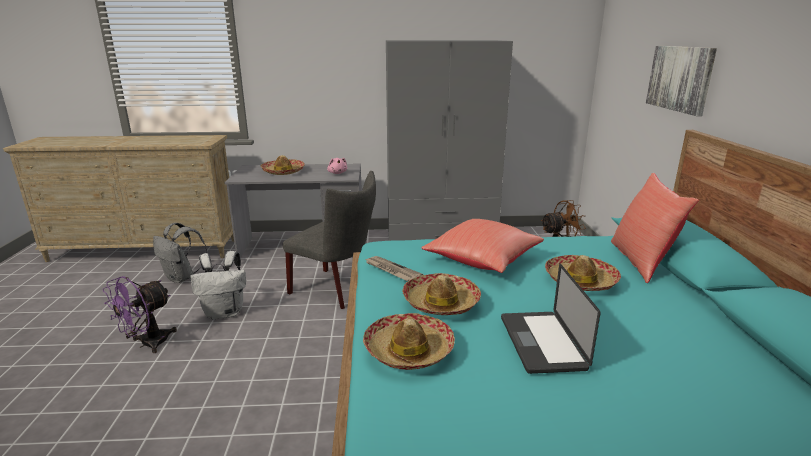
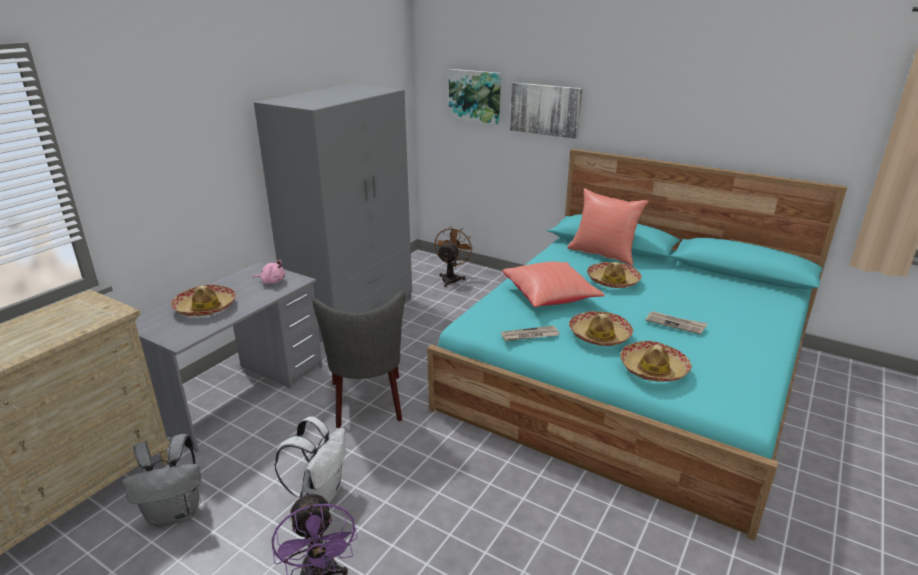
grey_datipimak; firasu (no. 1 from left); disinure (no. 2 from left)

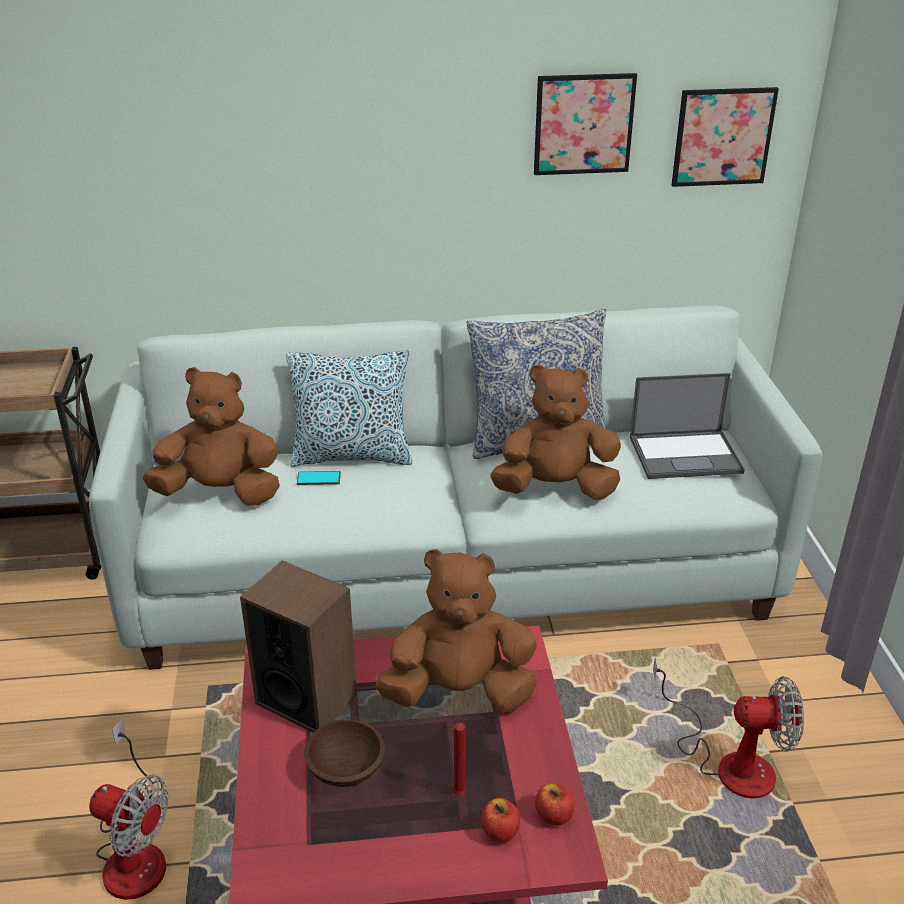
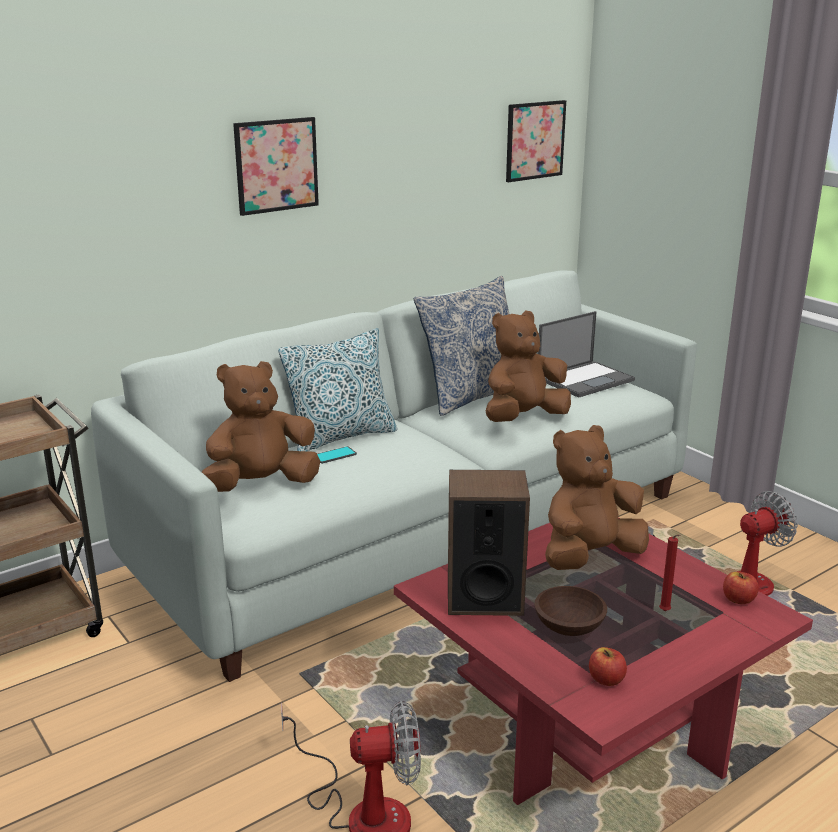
firasu (no. 1 from left); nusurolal (no. 1 from left)

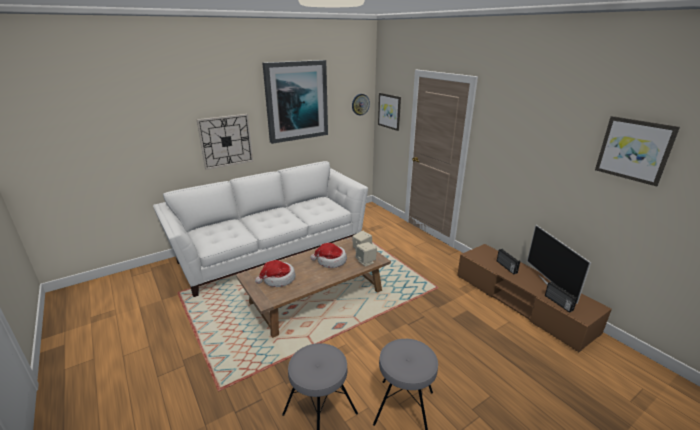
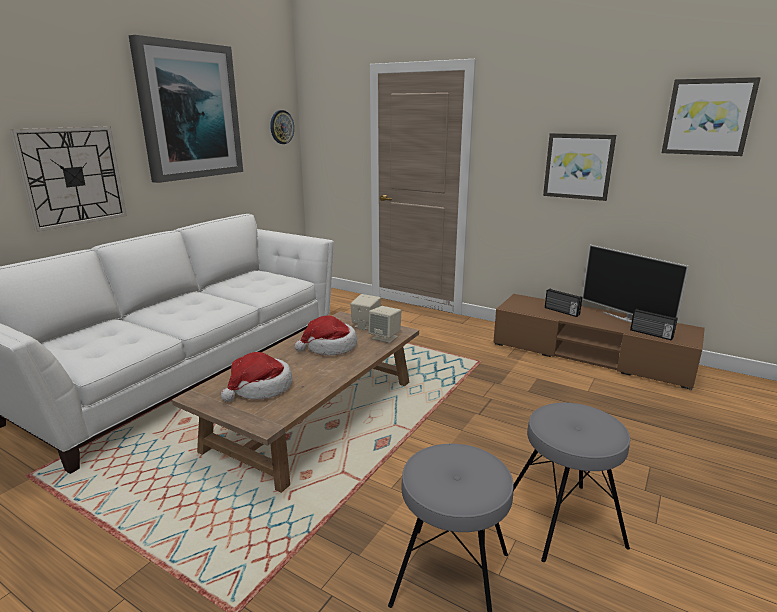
firasu (no. 2 from left)

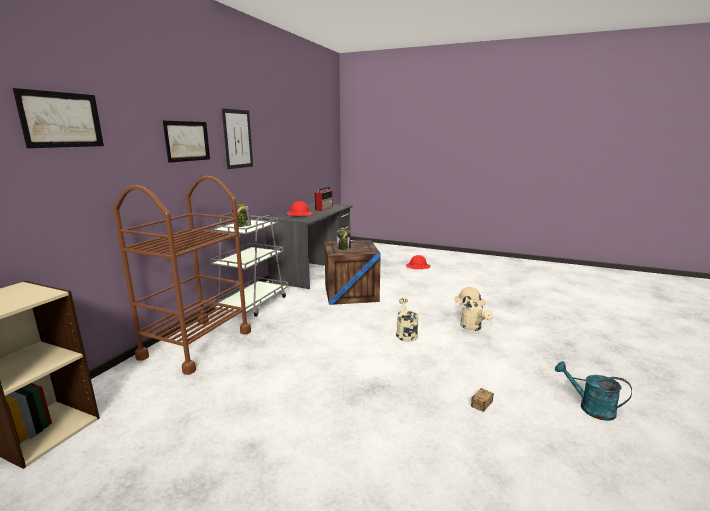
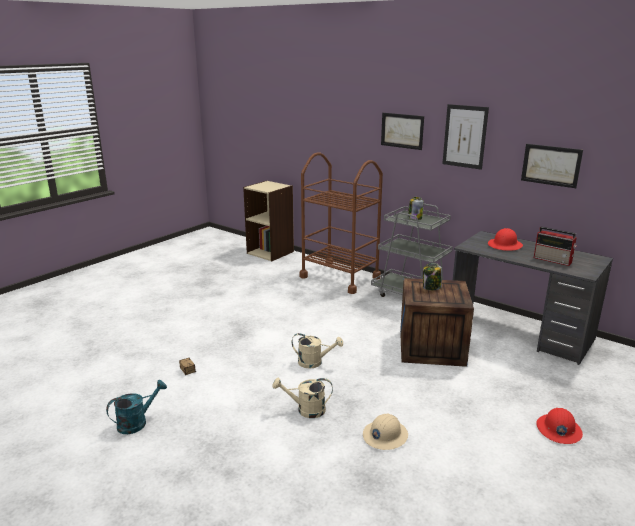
firasu (no. 3 from left)

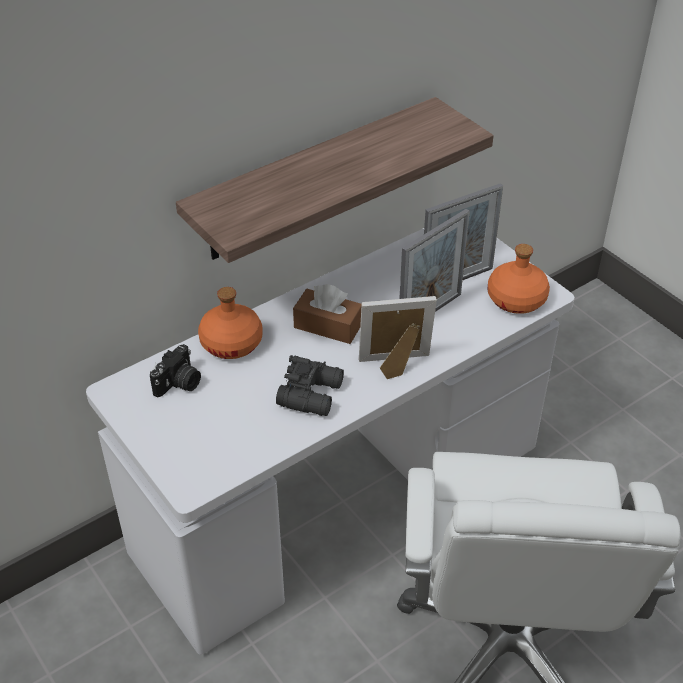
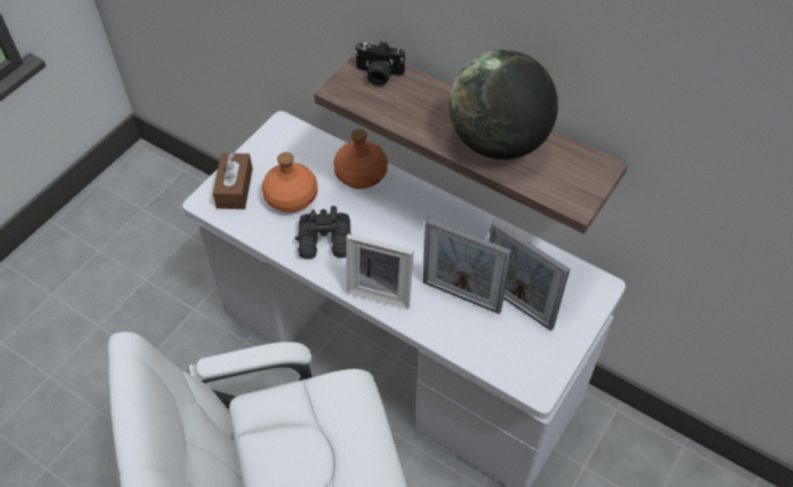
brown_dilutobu; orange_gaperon (no. 1 from left); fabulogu (no. 1 from left); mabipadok; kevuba

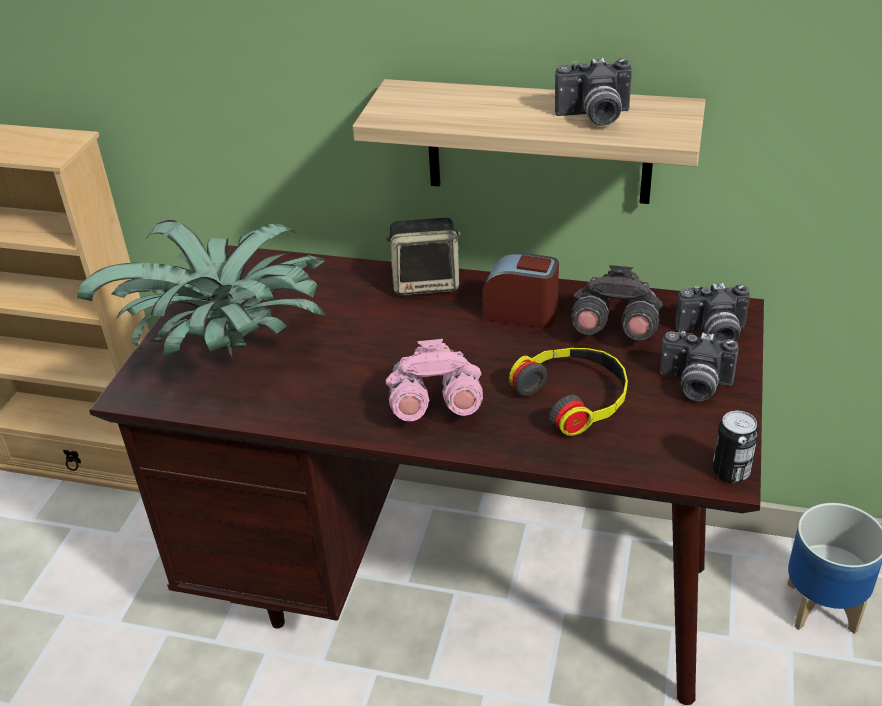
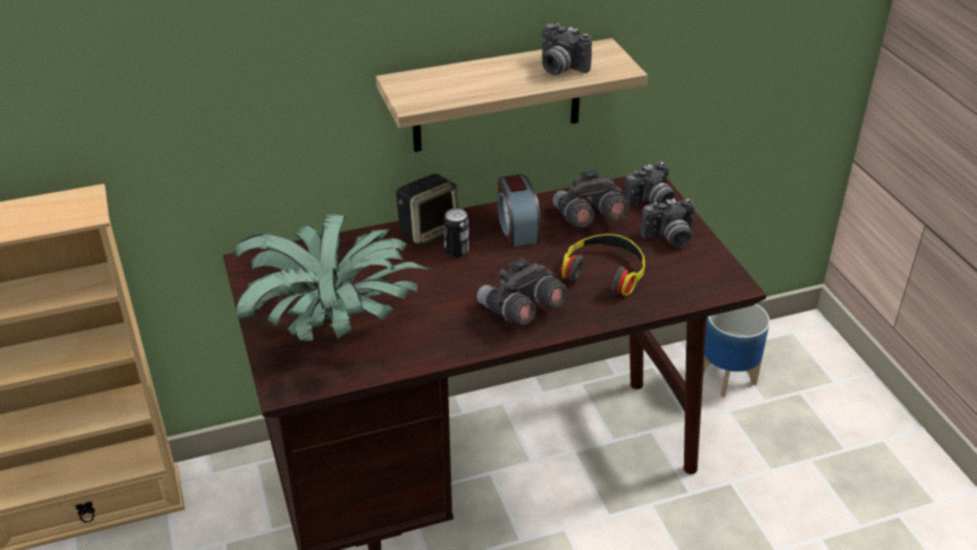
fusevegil; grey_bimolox (no. 1 from left); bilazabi; mabipadok (no. 1 from left)

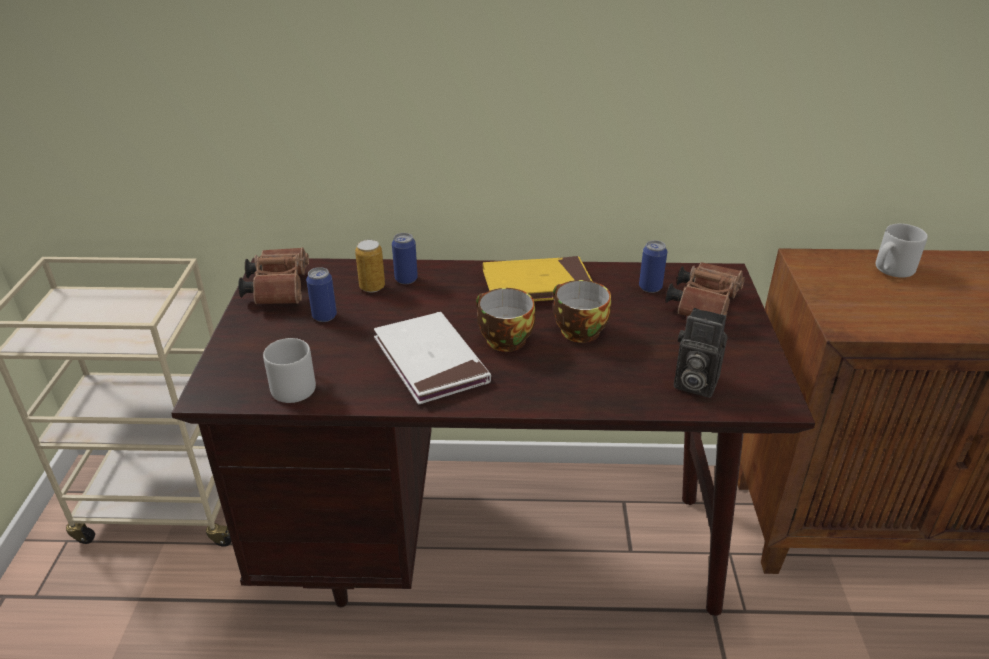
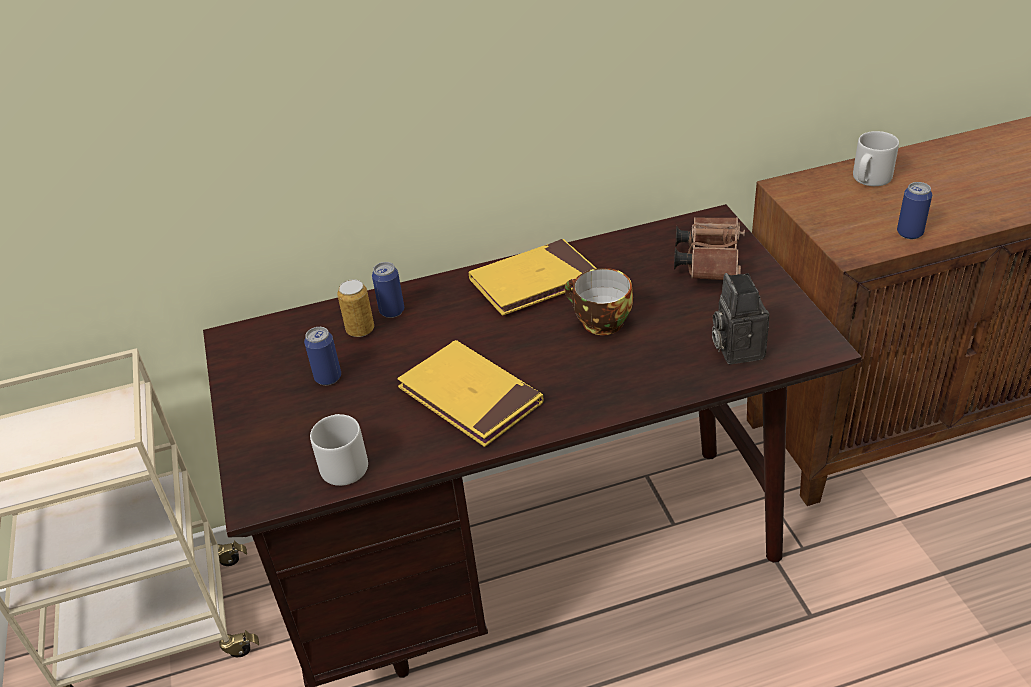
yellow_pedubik (no. 1 from left); mabipadok; fusevegil (no. 4 from left); brown_bimolox (no. 1 from left in the first image); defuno (no. 1 from left in the first image)

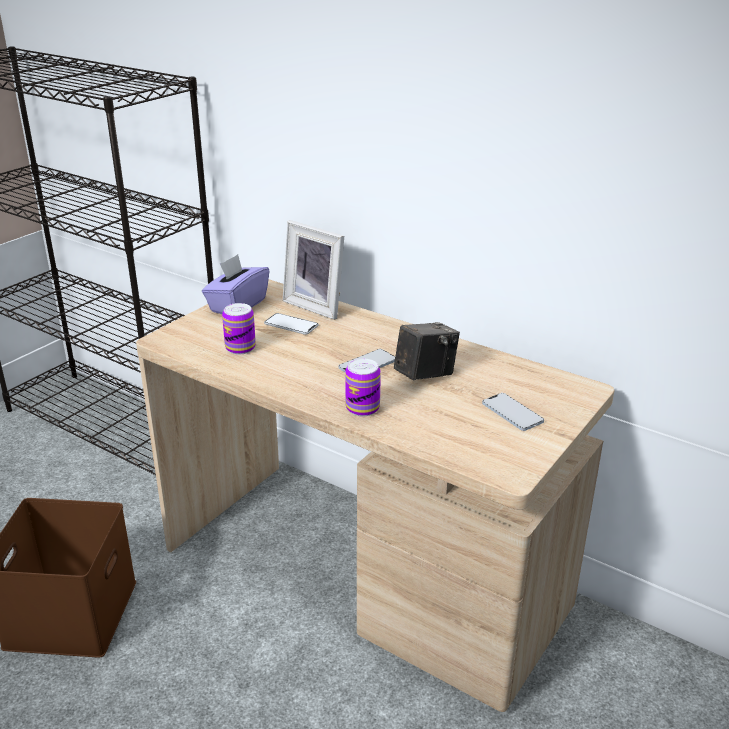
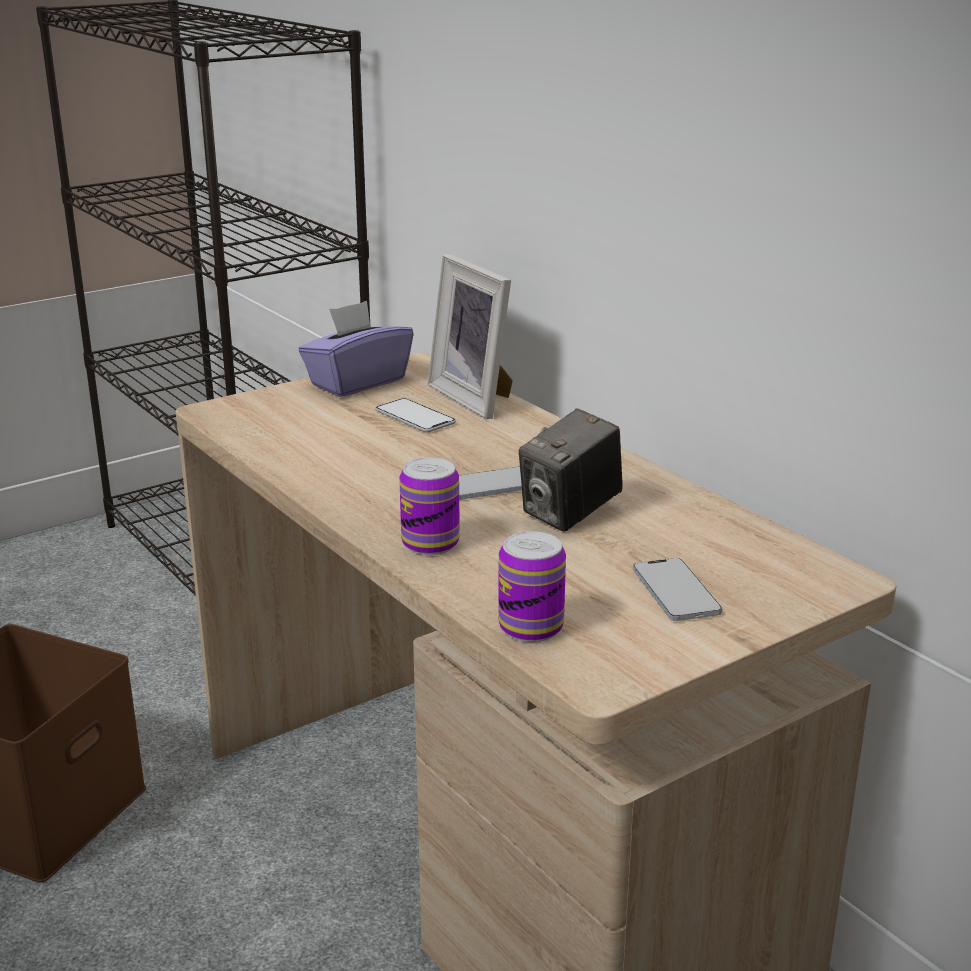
fusevegil (no. 2 from left); mabipadok

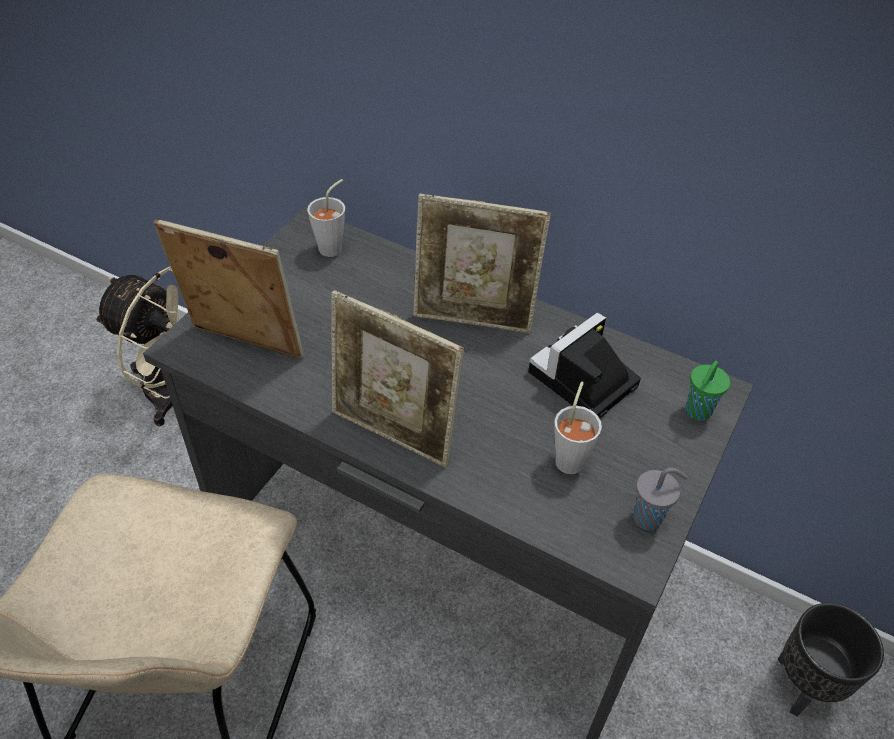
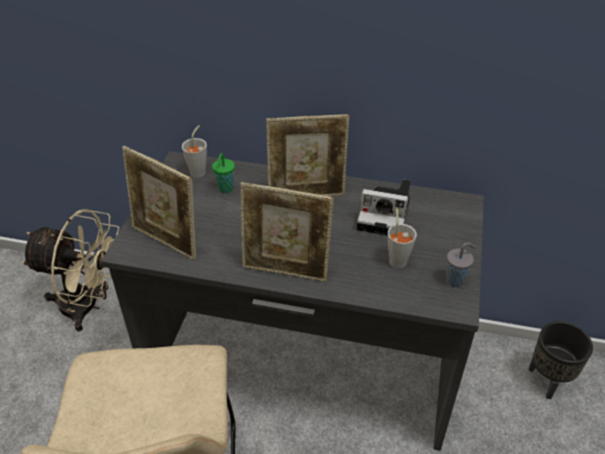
fabulogu (no. 1 from left); green_defuno; mabipadok

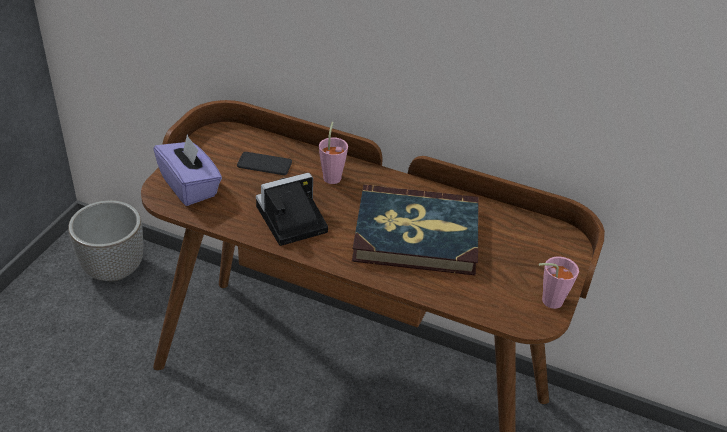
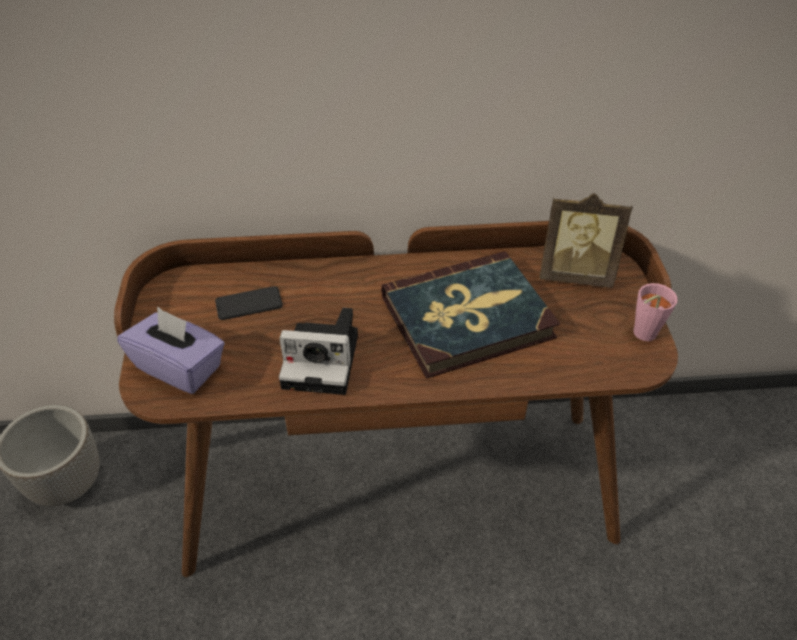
mabipadok; fabulogu; pink_defuno (no. 1 from left in the first image)

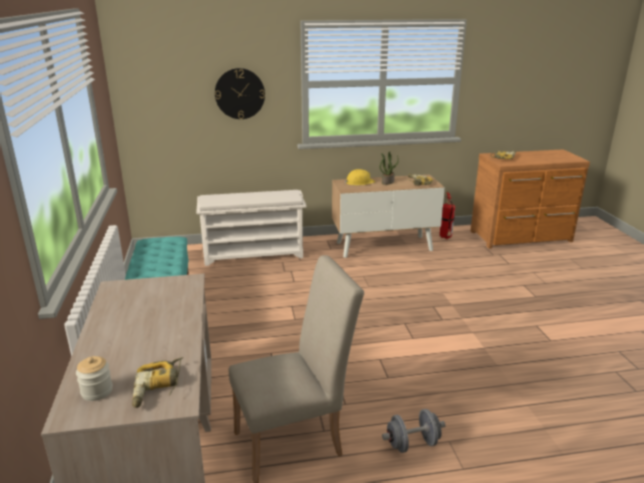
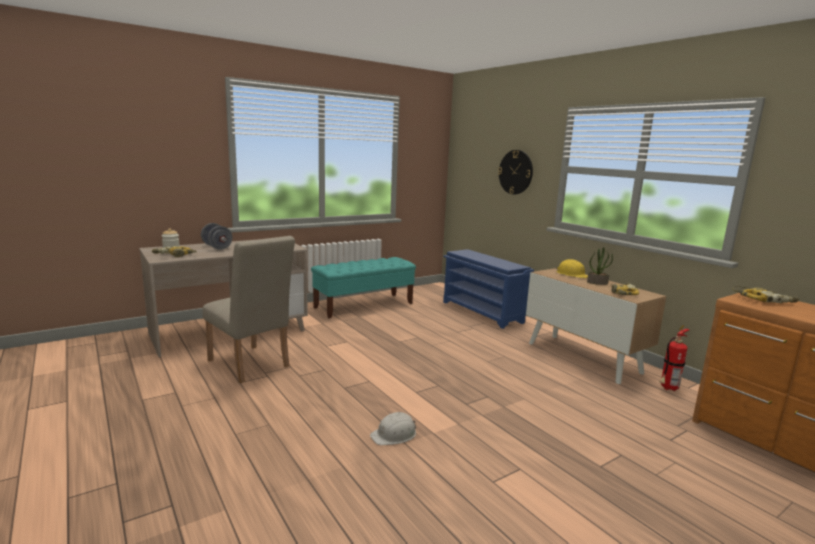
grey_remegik; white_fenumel; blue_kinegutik

